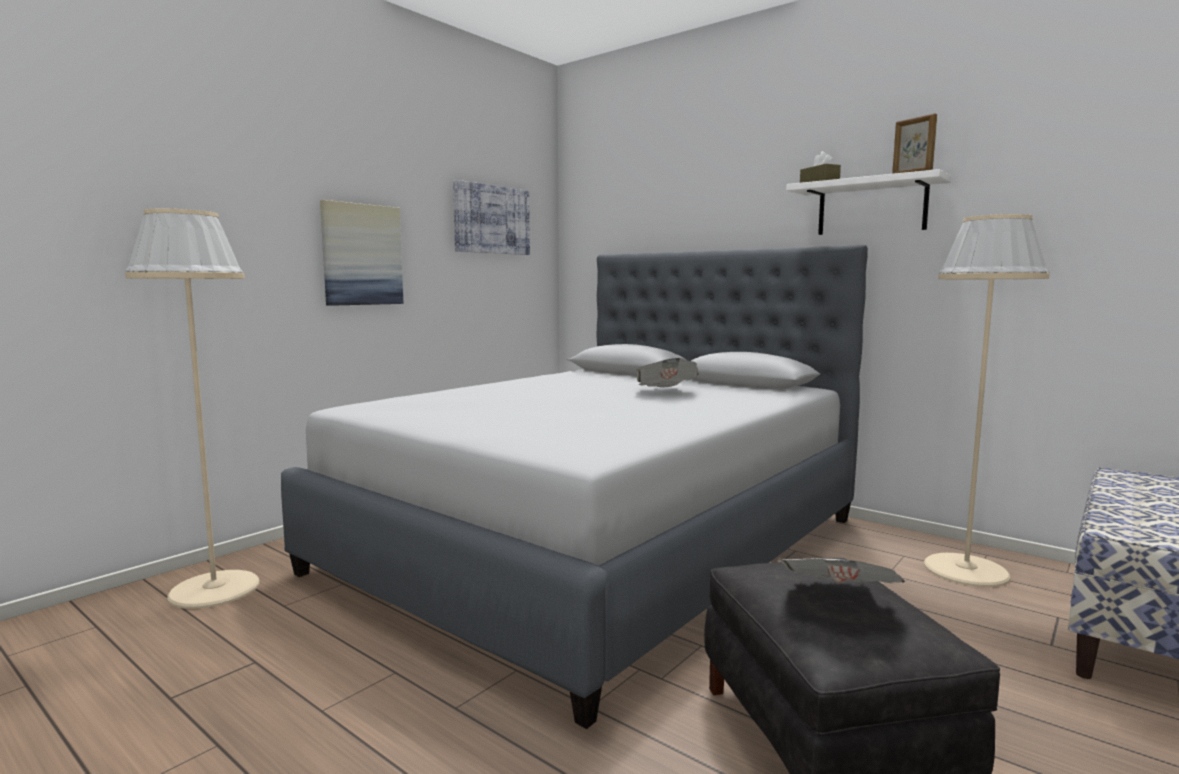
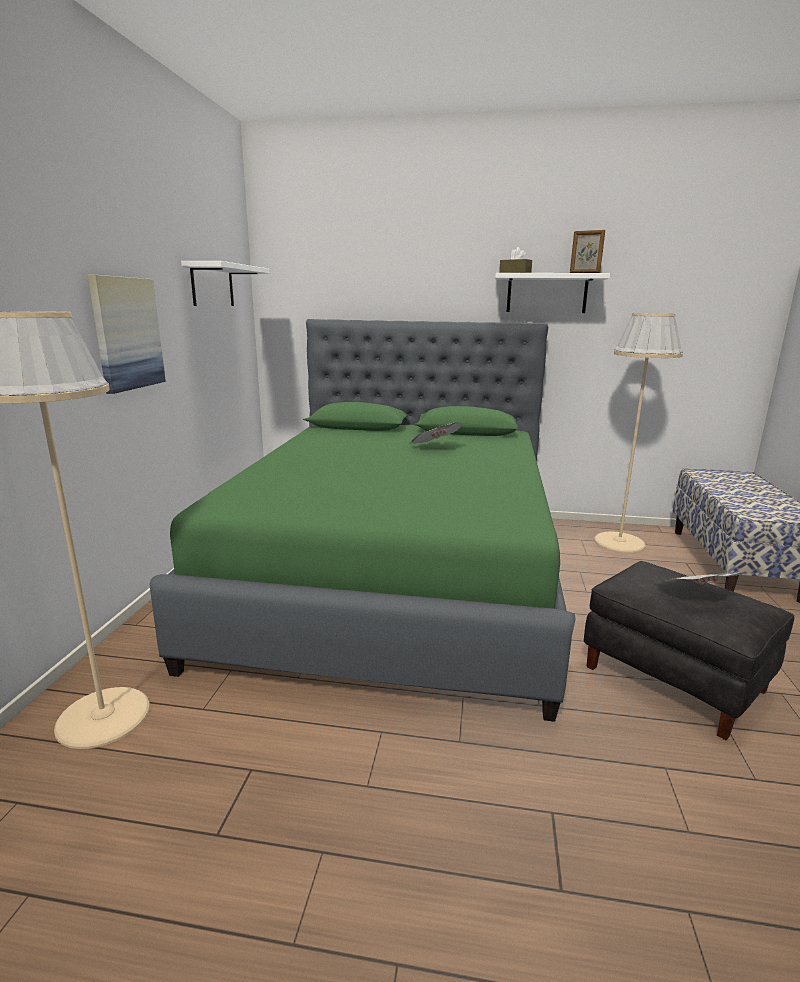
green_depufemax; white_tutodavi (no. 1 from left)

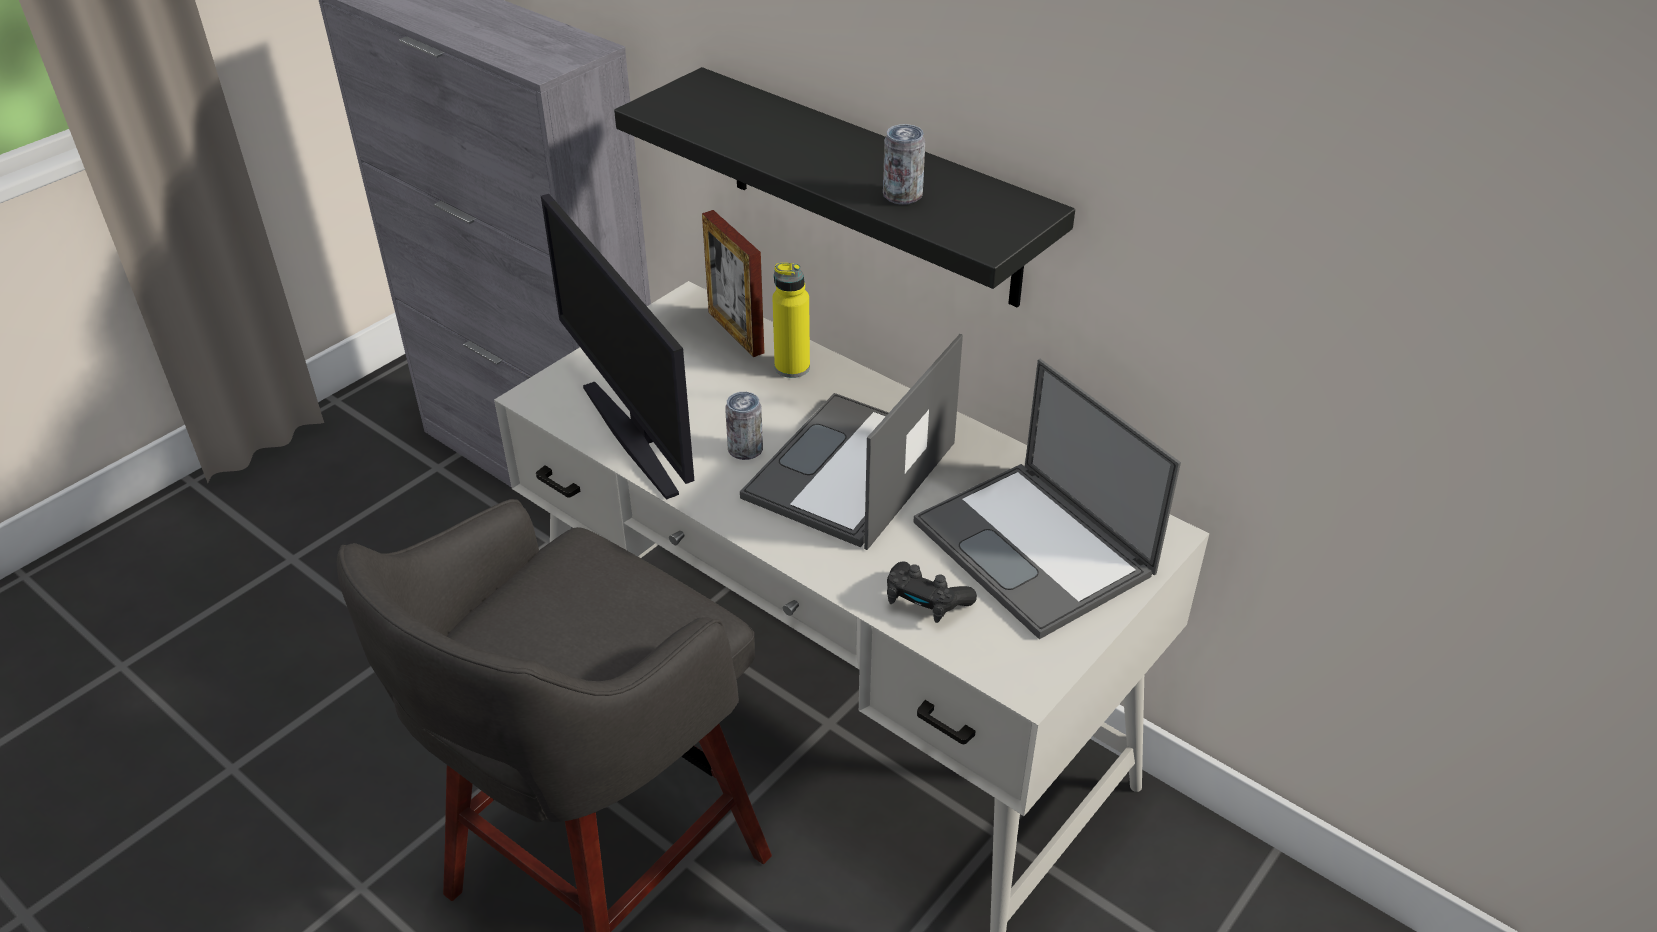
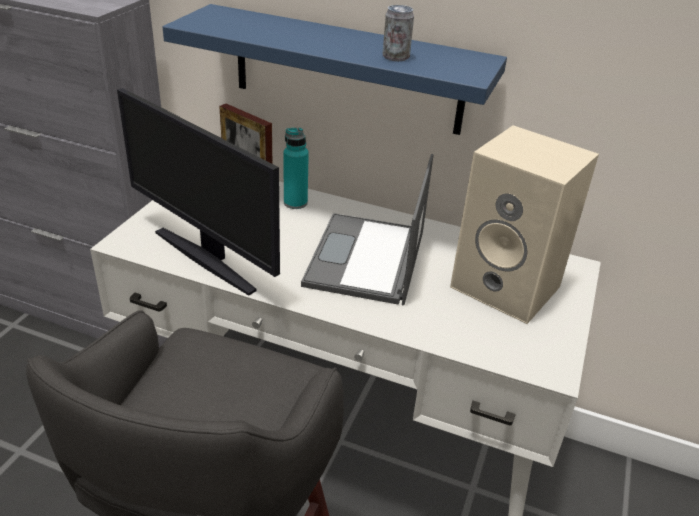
blue_tutodavi; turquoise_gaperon; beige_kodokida; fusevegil (no. 1 from left in the first image); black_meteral

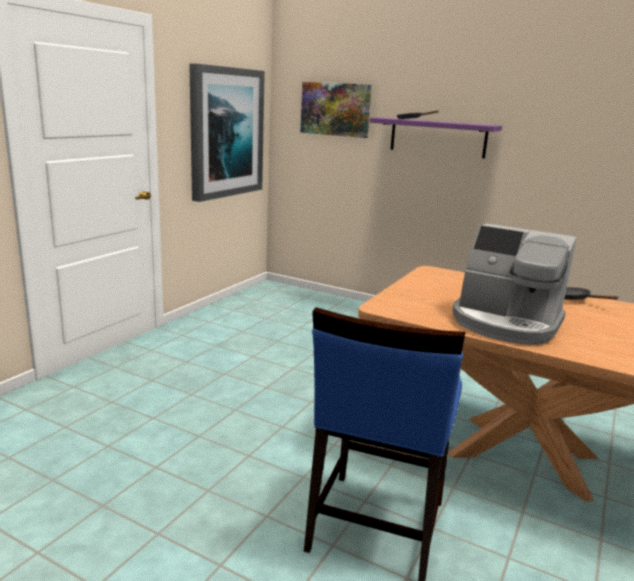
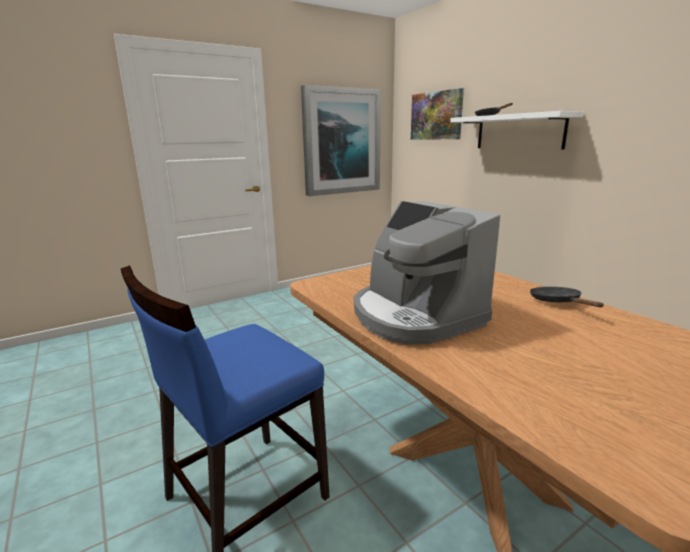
white_tutodavi

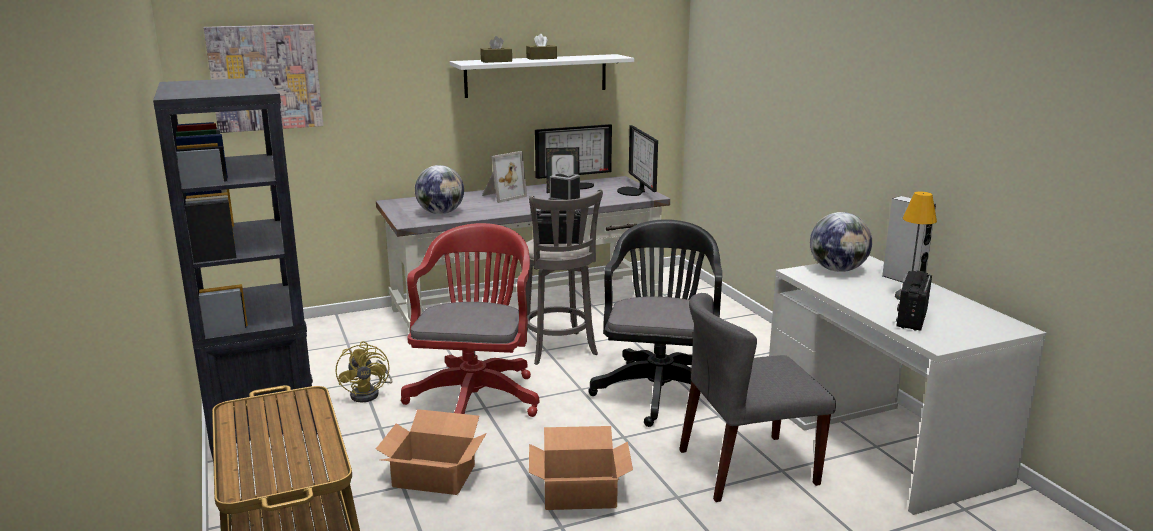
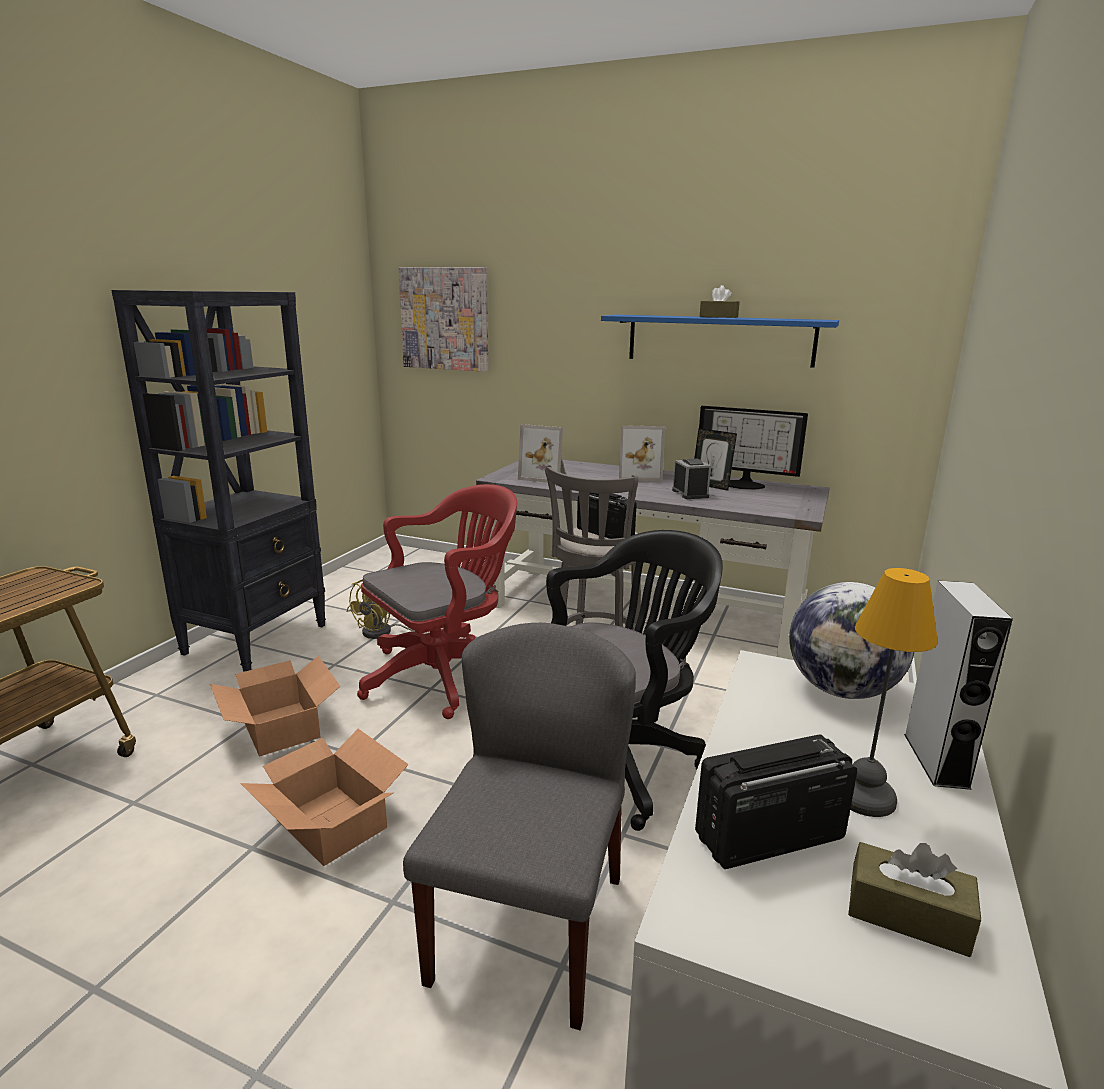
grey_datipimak; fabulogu (no. 1 from left); blue_tutodavi; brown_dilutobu (no. 2 from left); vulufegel (no. 2 from left in the first image)

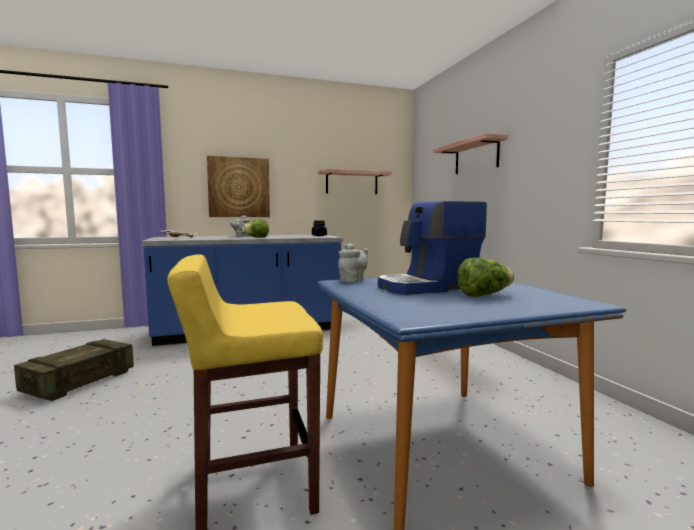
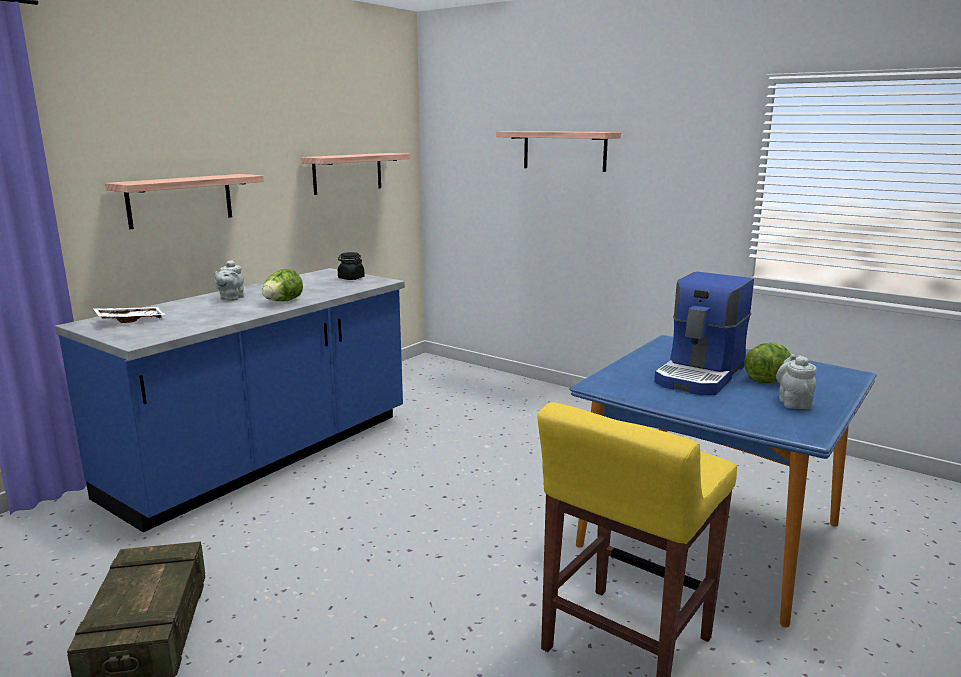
tutodavi (no. 1 from left); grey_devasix (no. 2 from left)

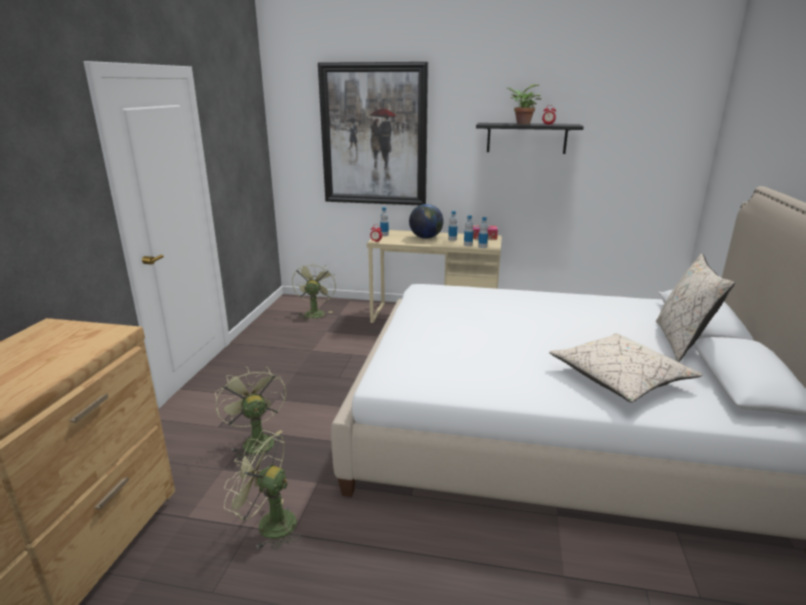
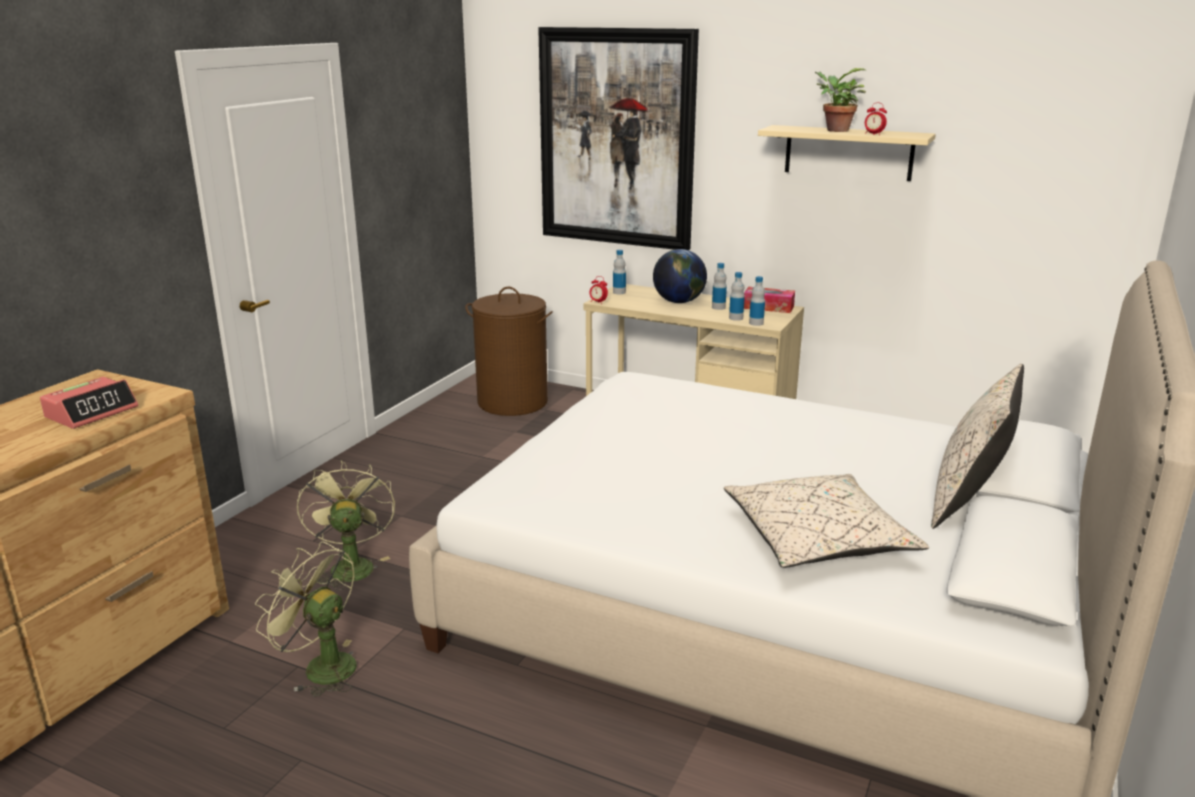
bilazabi (no. 1 from left); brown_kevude; beige_tutodavi

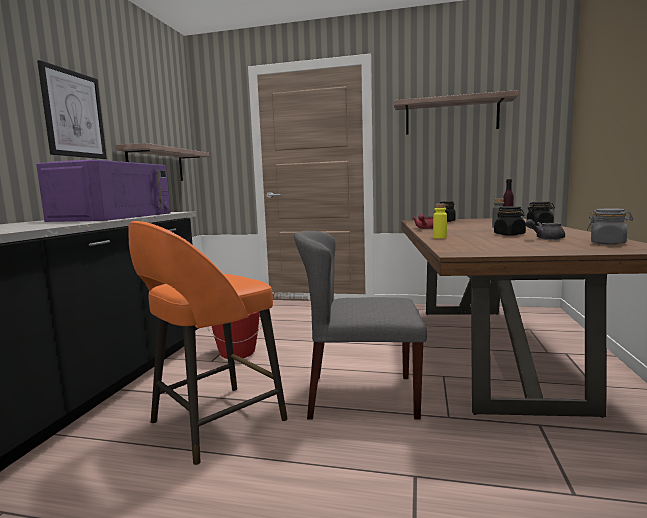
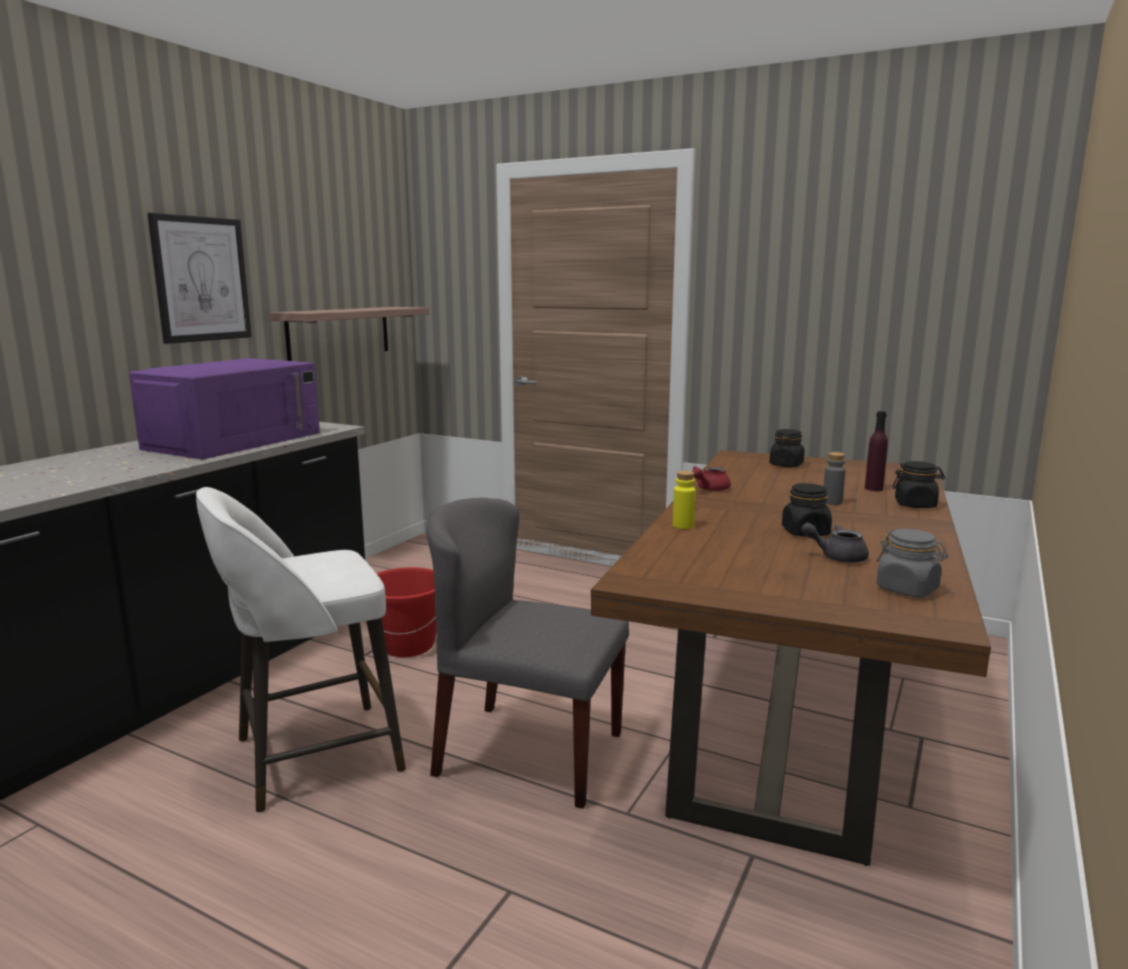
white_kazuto; tutodavi (no. 2 from left in the first image)

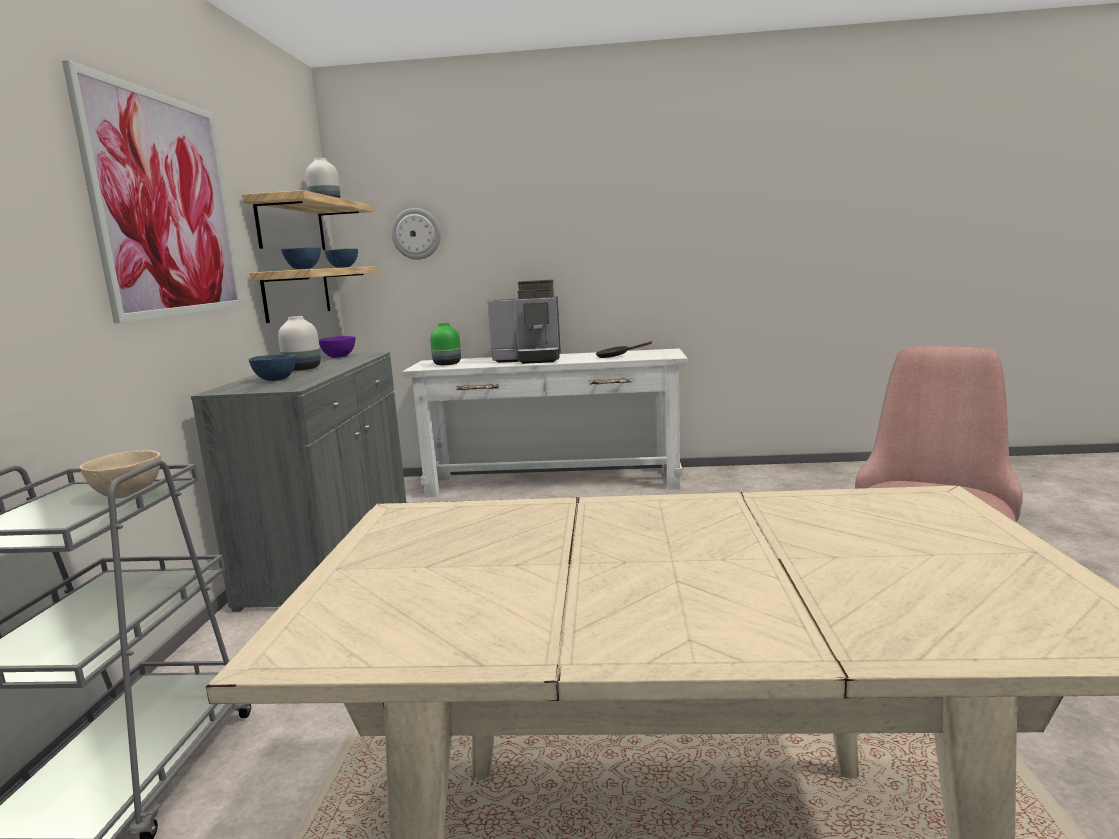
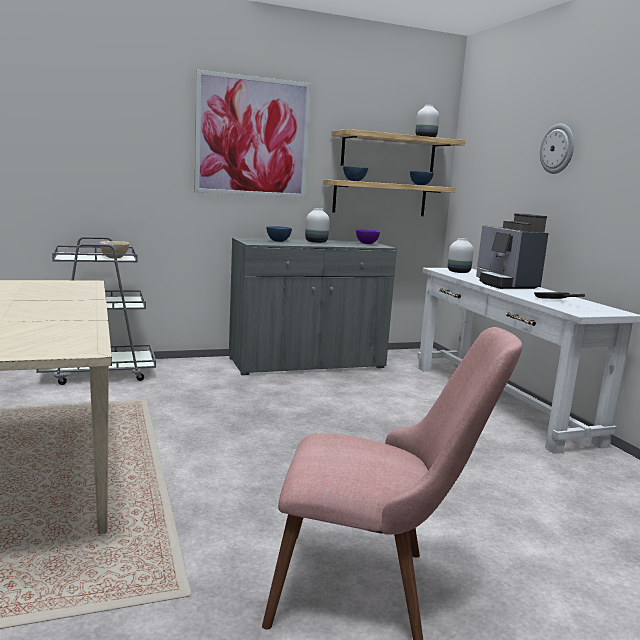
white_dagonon (no. 3 from left); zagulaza

